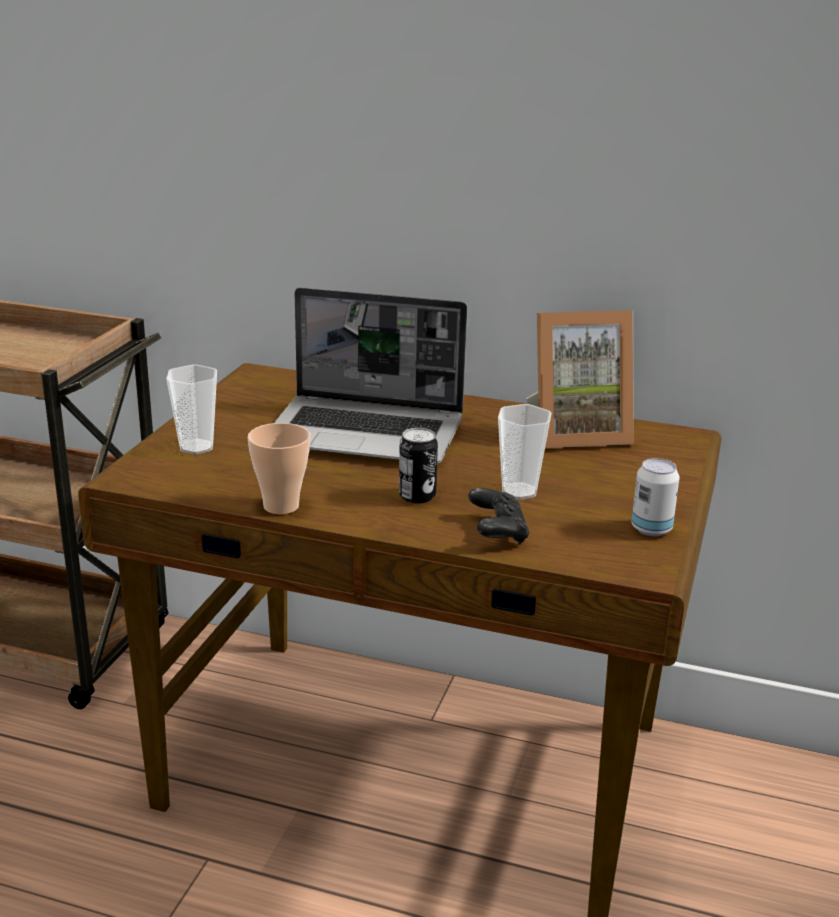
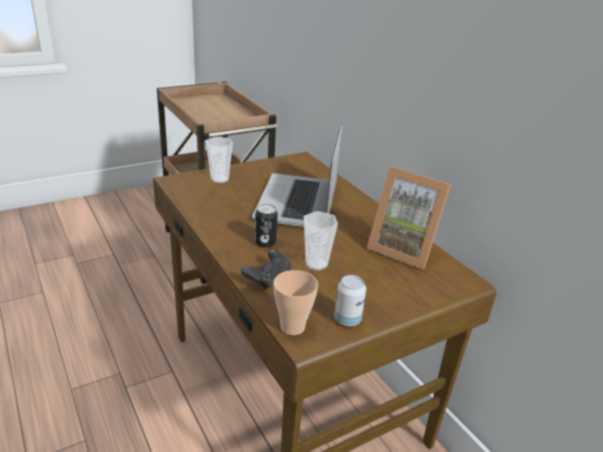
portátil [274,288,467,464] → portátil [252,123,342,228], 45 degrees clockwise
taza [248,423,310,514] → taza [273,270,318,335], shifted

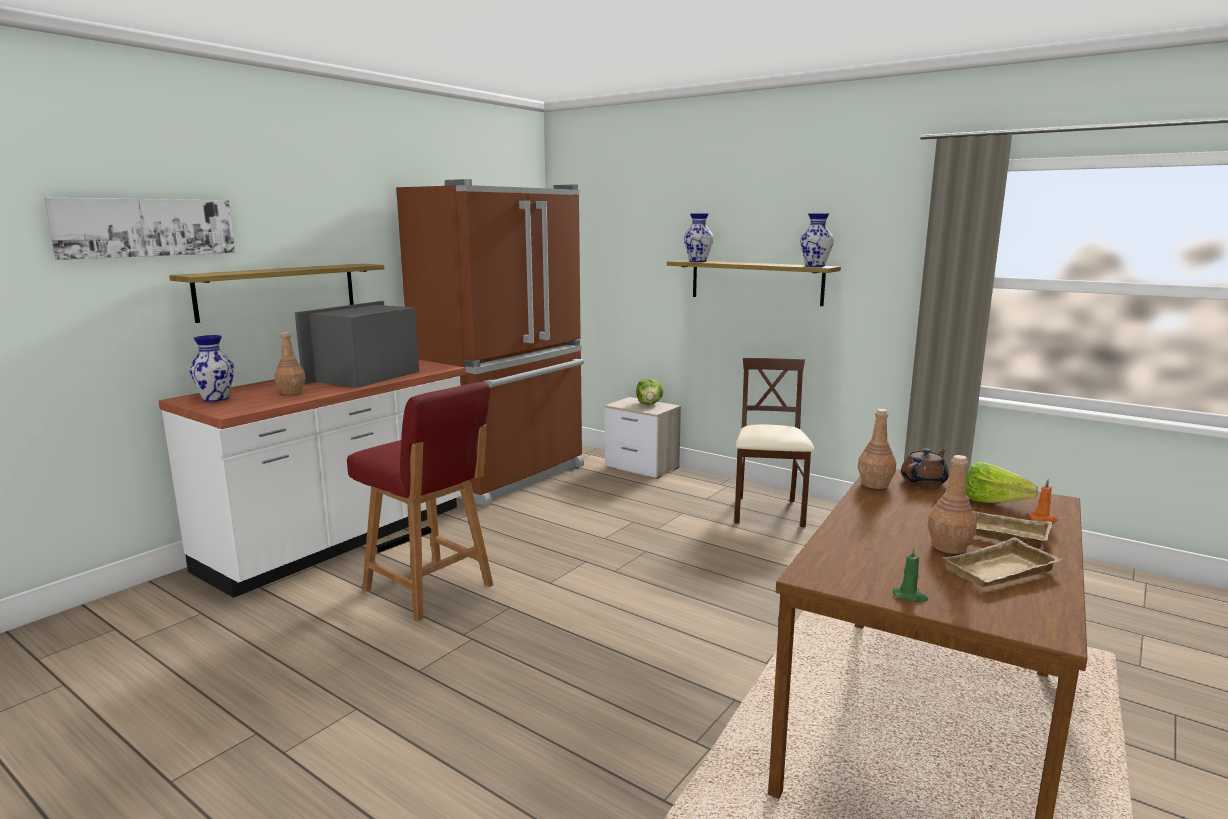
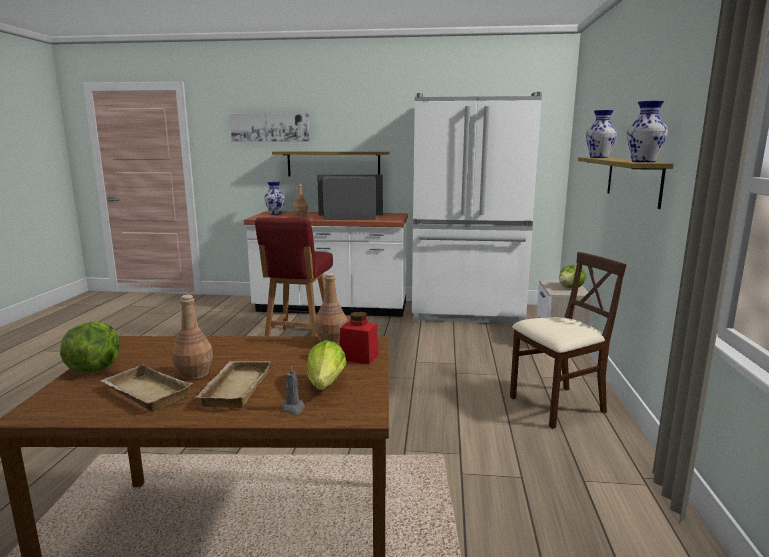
vela (verde) [893,546,928,602] → lechuga [60,322,119,372]
vela (naranja) [1028,479,1058,522] → vela (gris) [280,366,305,415]
tetera (marrón) [901,448,949,487] → tarro (rojo) [339,312,379,365]
nevera (marrón) [396,179,584,507] → nevera (blanco) [412,92,542,324]

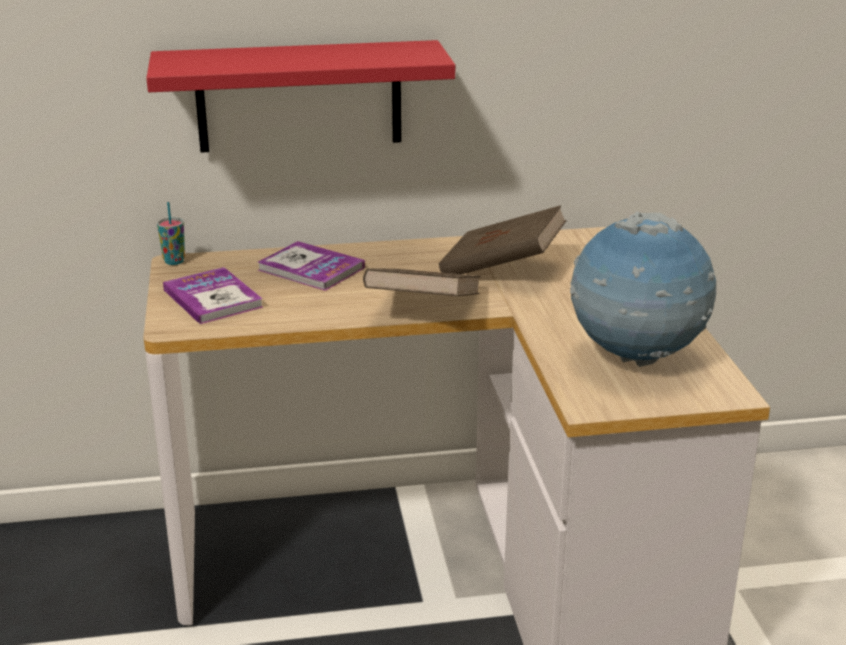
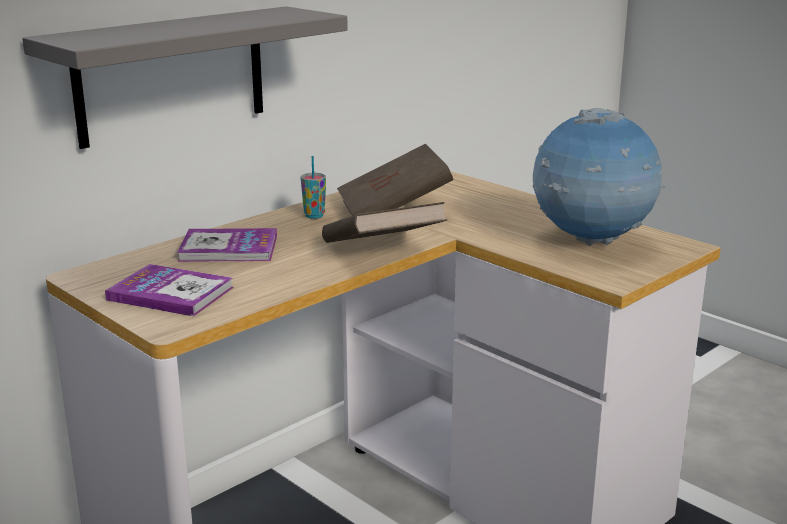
estante (rojo) [146,40,455,153] → estante (gris) [22,6,348,149]
taza [157,202,185,265] → taza [300,156,326,219], shifted

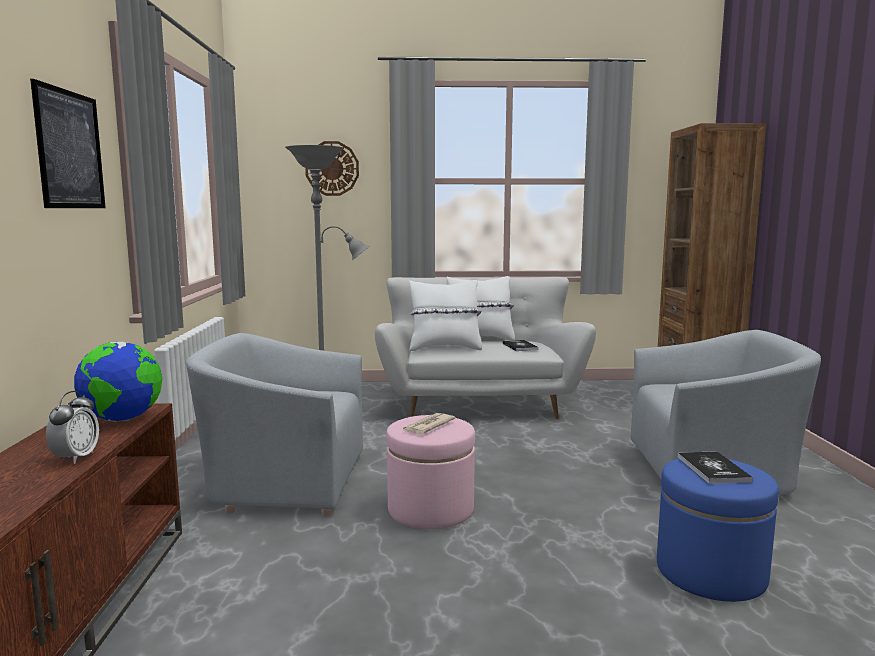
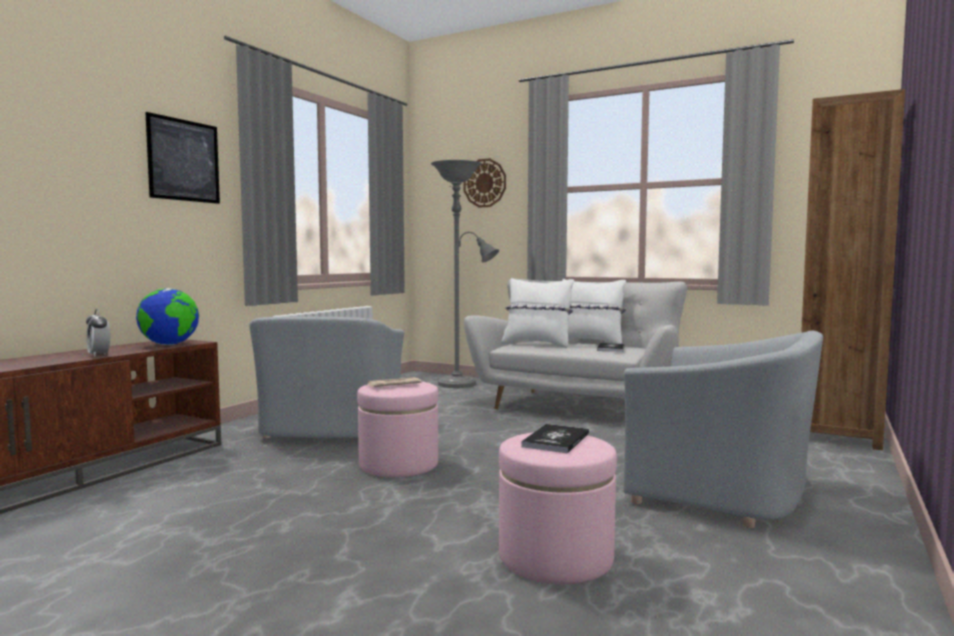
despertador [46,391,99,464] → despertador [86,309,110,357], 105 degrees clockwise
sillón (gris) [186,333,363,516] → sillón (gris) [249,317,404,438], 120 degrees counterclockwise
puf (azul) [657,458,779,602] → puf (rosa) [499,432,617,585]

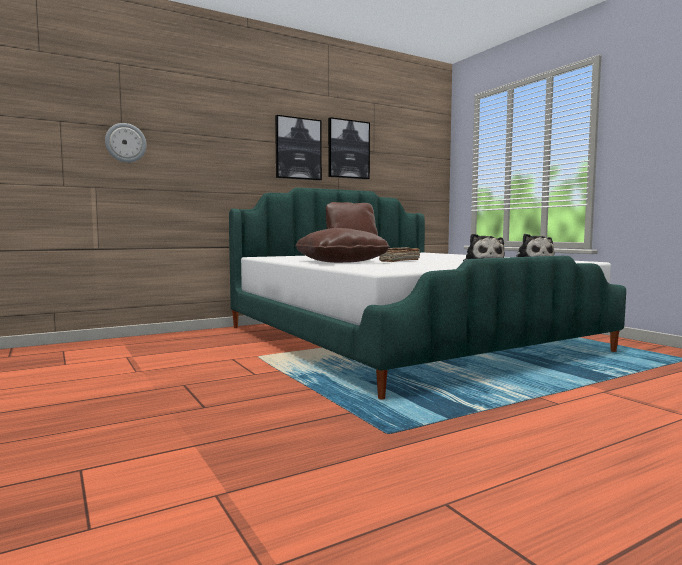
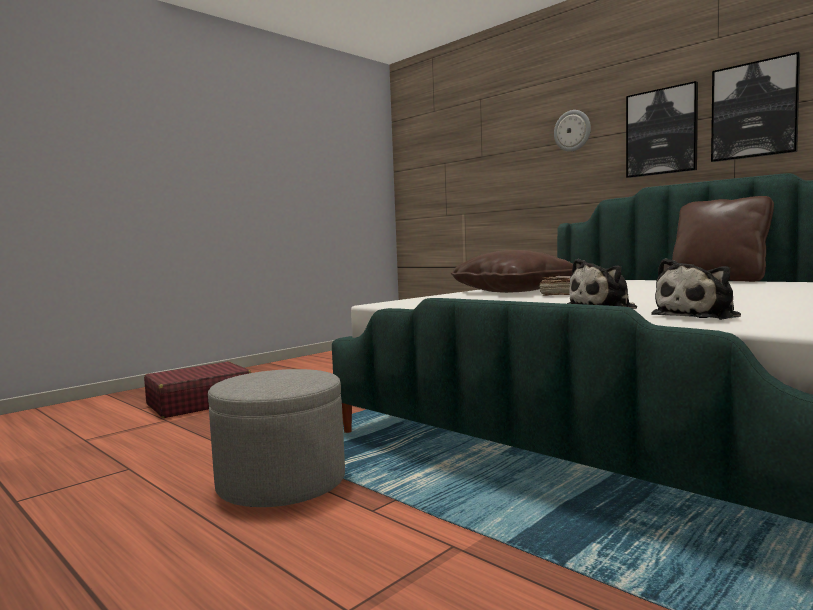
- → maleta (rojo) [144,361,251,418]
- → puf (gris) [208,369,345,507]
reloj de pared [105,123,147,163] → reloj de pared [554,110,591,152], shifted

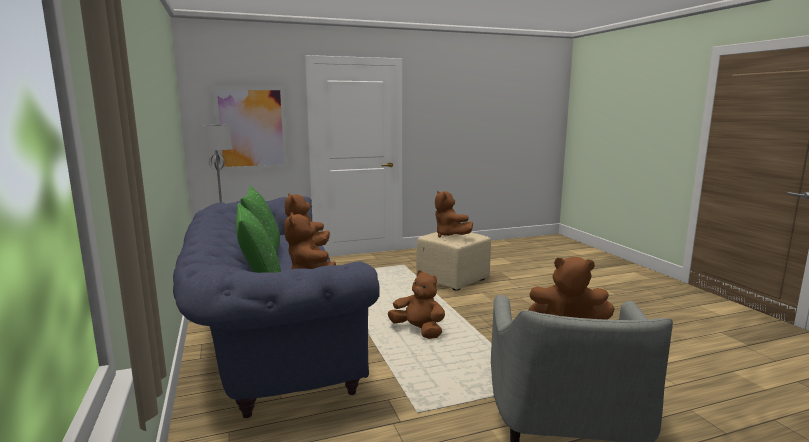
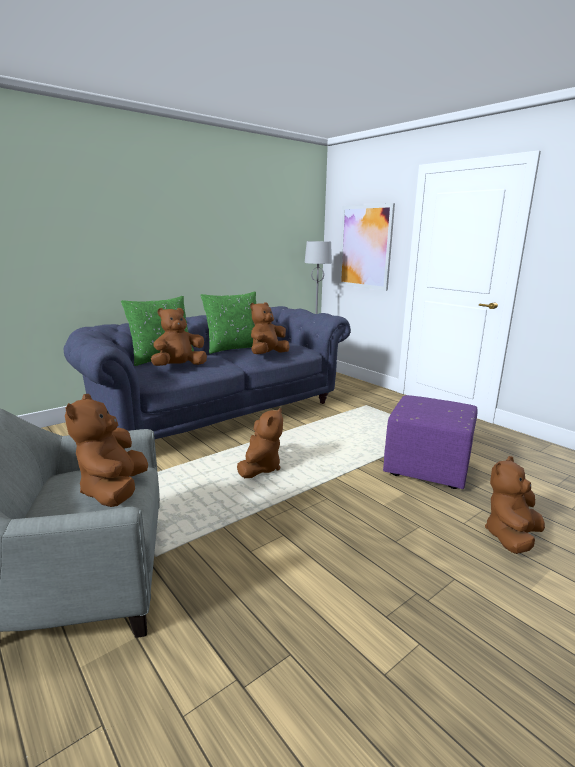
puf (beis) [416,232,491,291] → puf (morado) [383,395,477,489]
peluche (marrón) [435,191,473,237] → peluche (marrón) [485,456,545,554], shifted

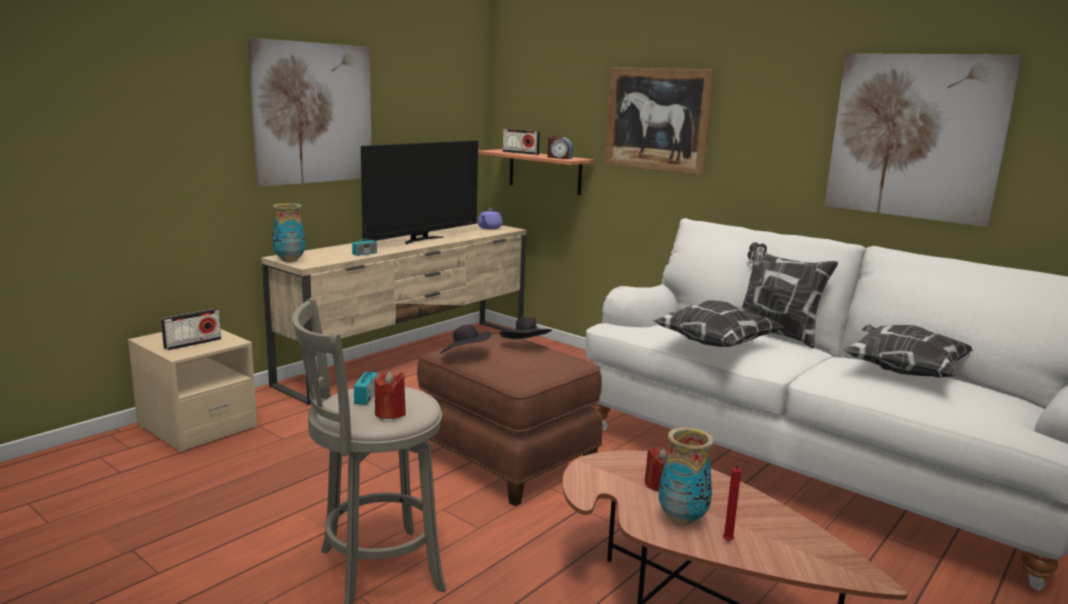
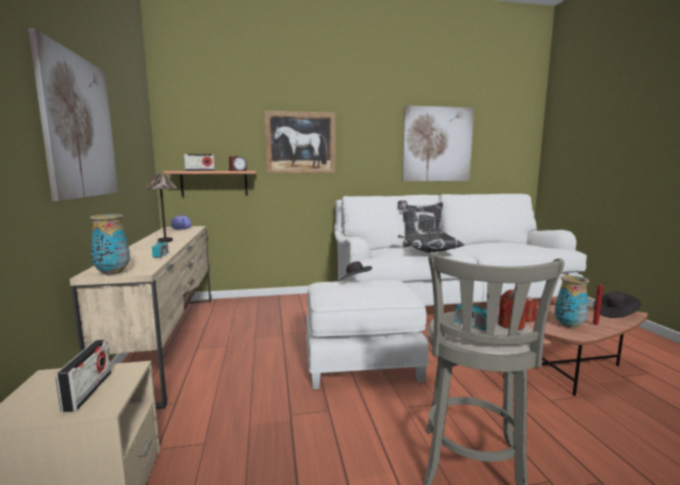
televisor [361,140,478,244] → lámpara de mesa [144,174,177,242]
puf (marrón) [417,334,603,506] → puf (blanco) [306,280,429,389]
sombrero (negro) [440,324,491,354] → sombrero (negro) [593,291,641,318], shifted
cojín [843,324,973,377] → -

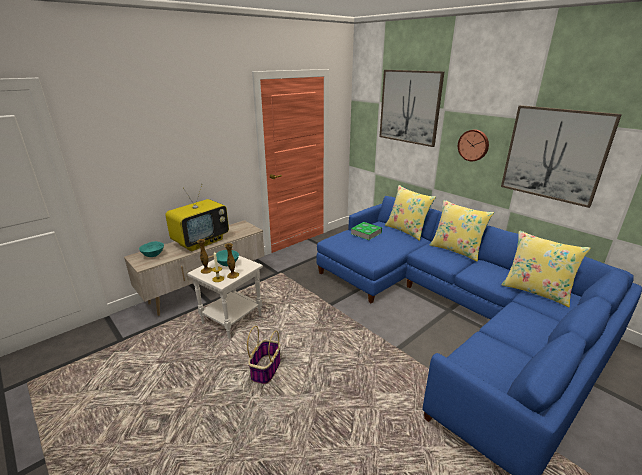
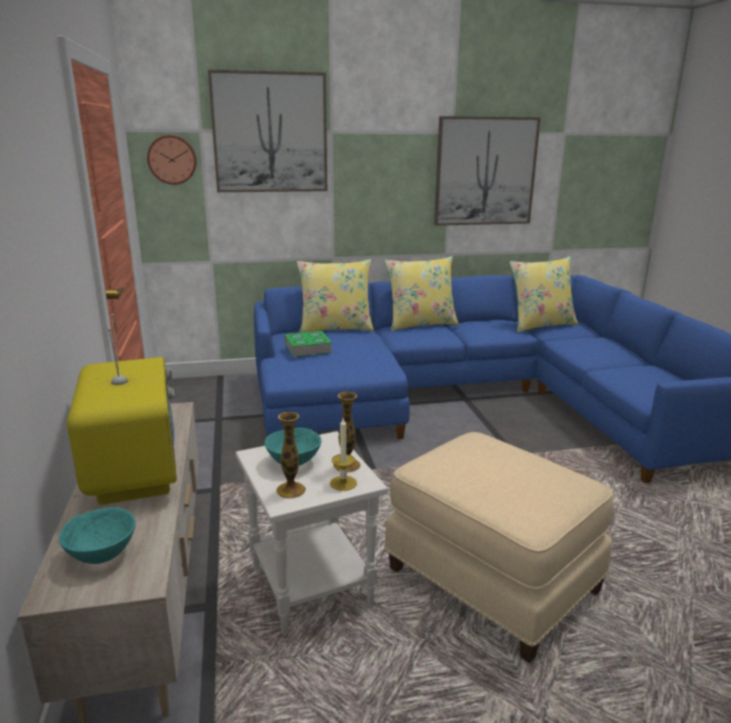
reloj de pared [458,130,489,161] → reloj de pared [147,135,197,185], shifted
cesta [247,326,281,384] → puf (beis) [384,432,614,663]

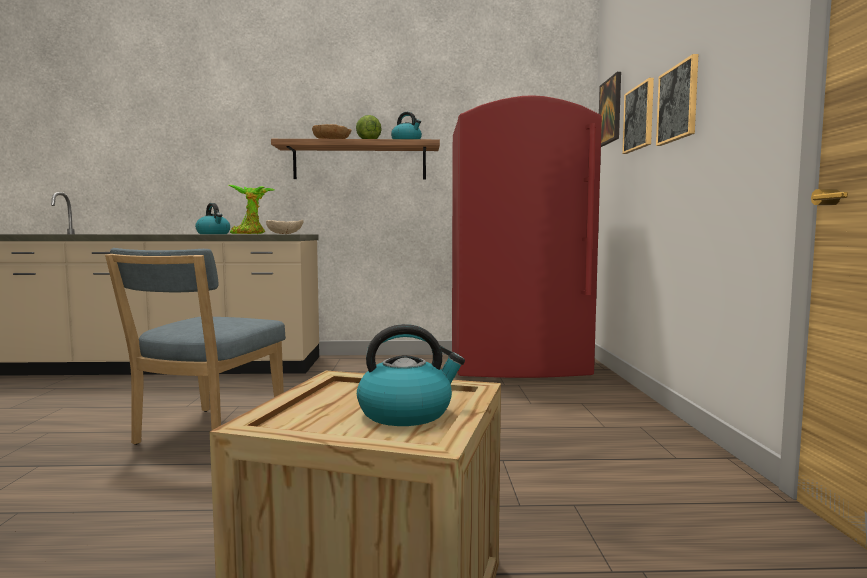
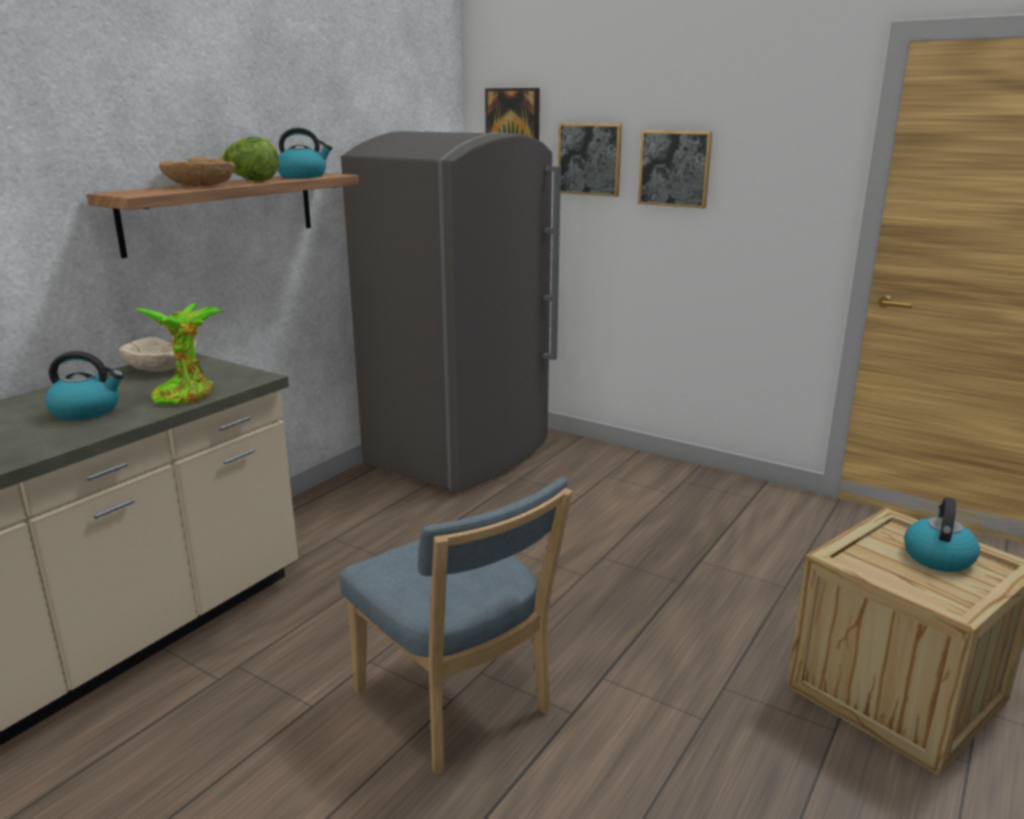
nevera (rojo) [452,95,602,378] → nevera (gris) [341,131,561,493]

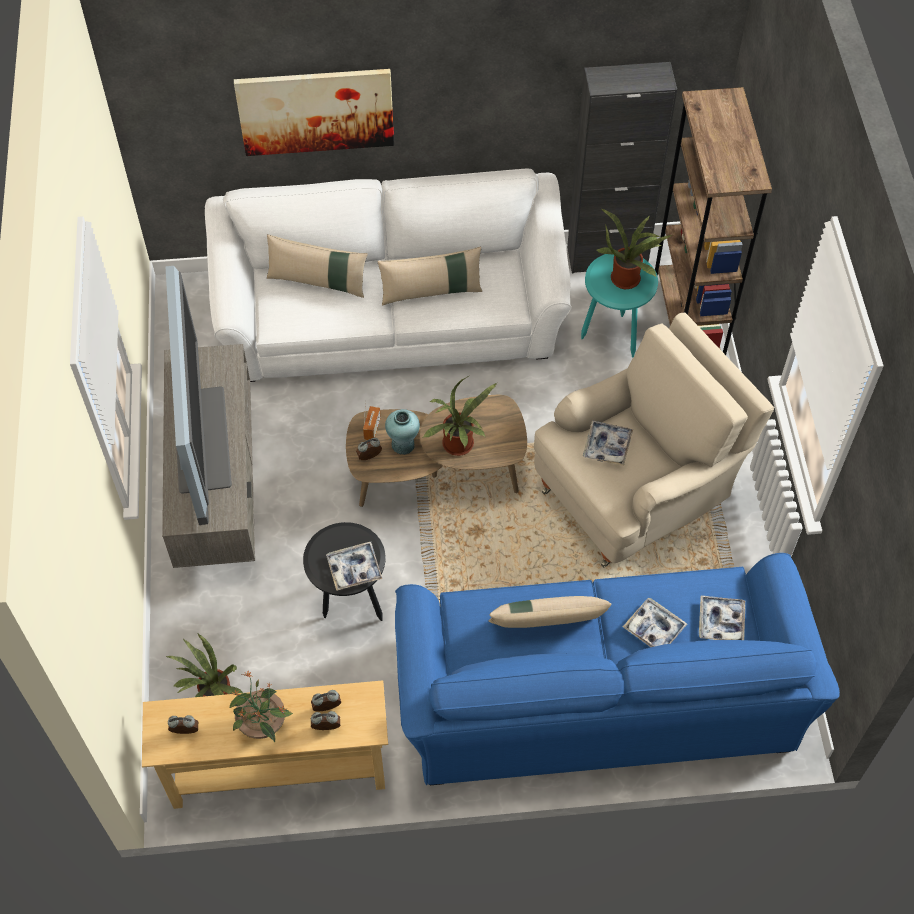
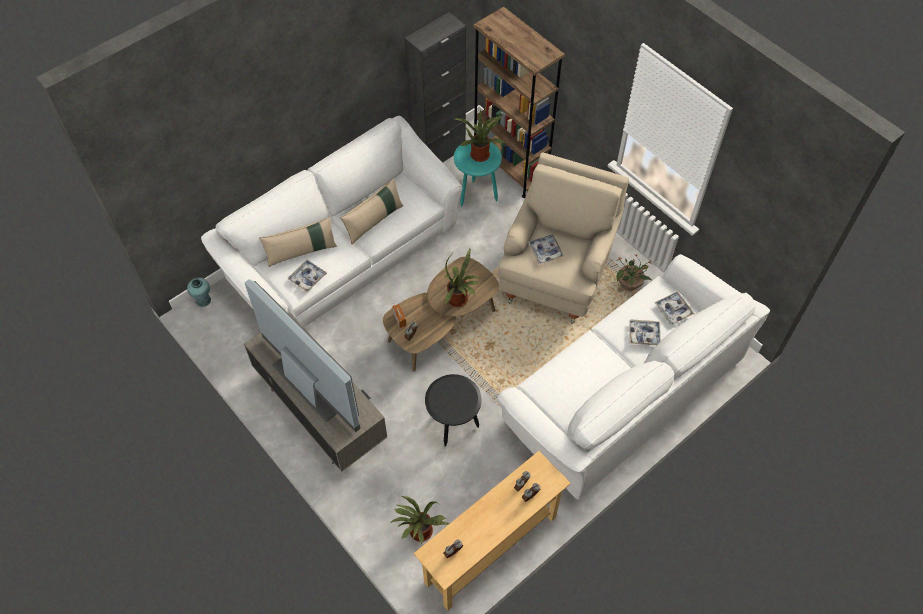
florero (turquesa) [385,409,420,455] → florero (turquesa) [187,278,211,307], shifted
bandeja [326,542,382,591] → bandeja [288,259,327,292], shifted
sofá (azul) [395,553,840,785] → sofá (blanco) [496,254,770,500]
planta en maceta [229,670,293,742] → planta en maceta [616,254,652,291], shifted
cuadro [234,69,394,156] → -
cojín (beis) [488,596,612,628] → -

